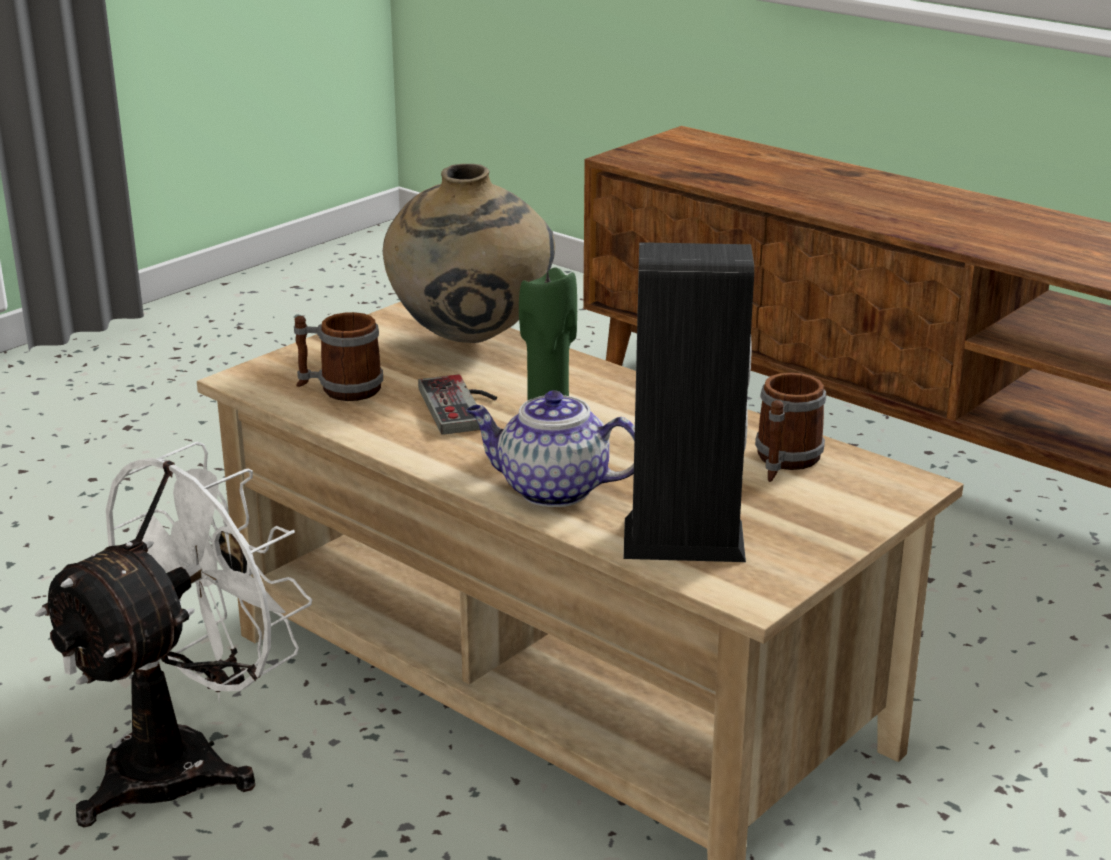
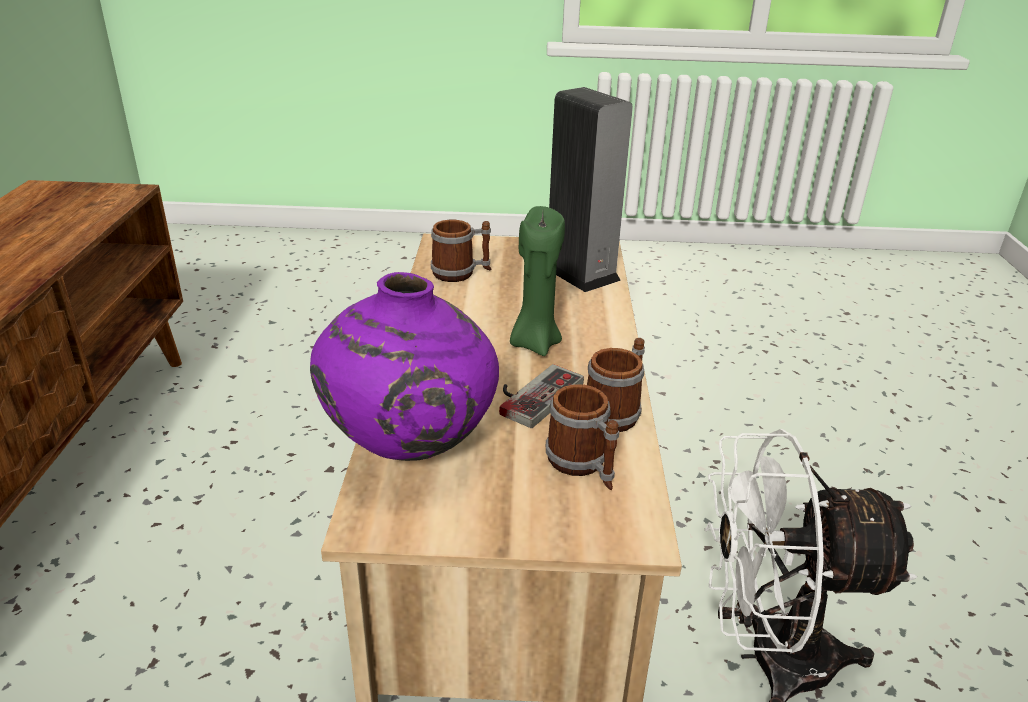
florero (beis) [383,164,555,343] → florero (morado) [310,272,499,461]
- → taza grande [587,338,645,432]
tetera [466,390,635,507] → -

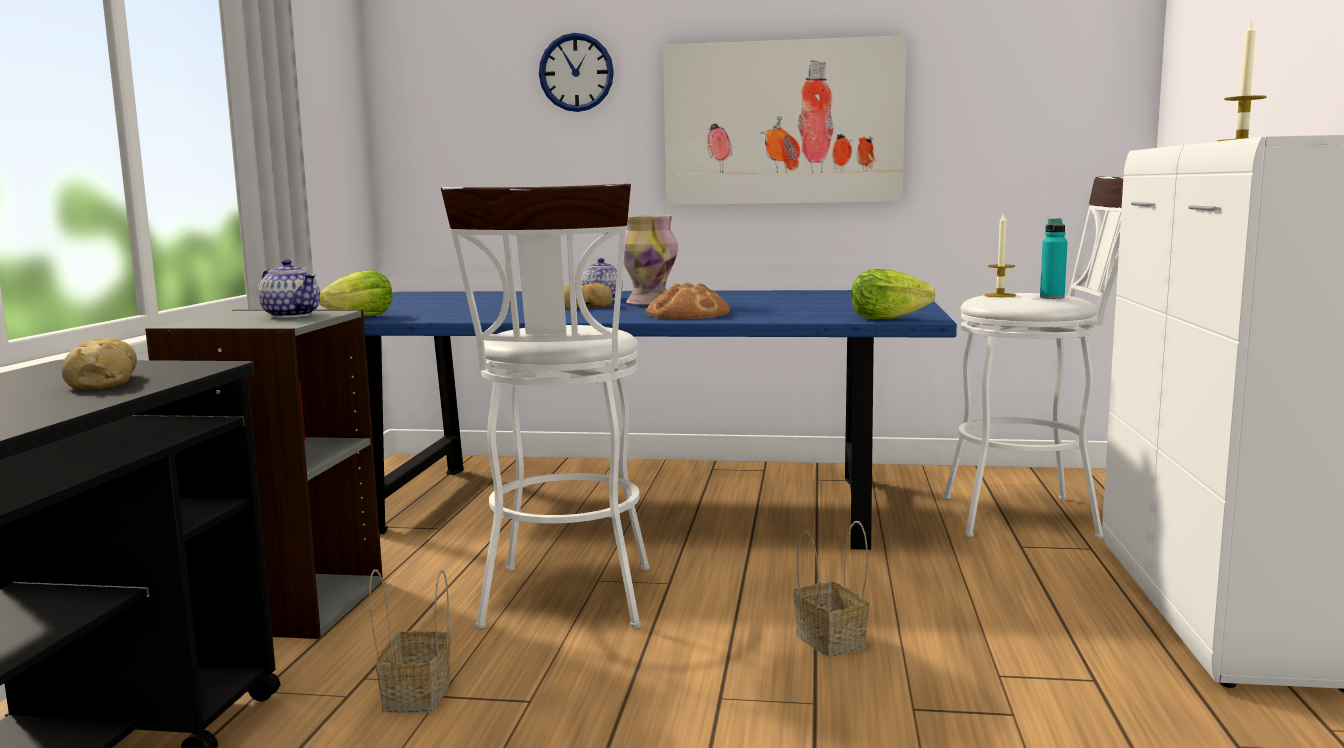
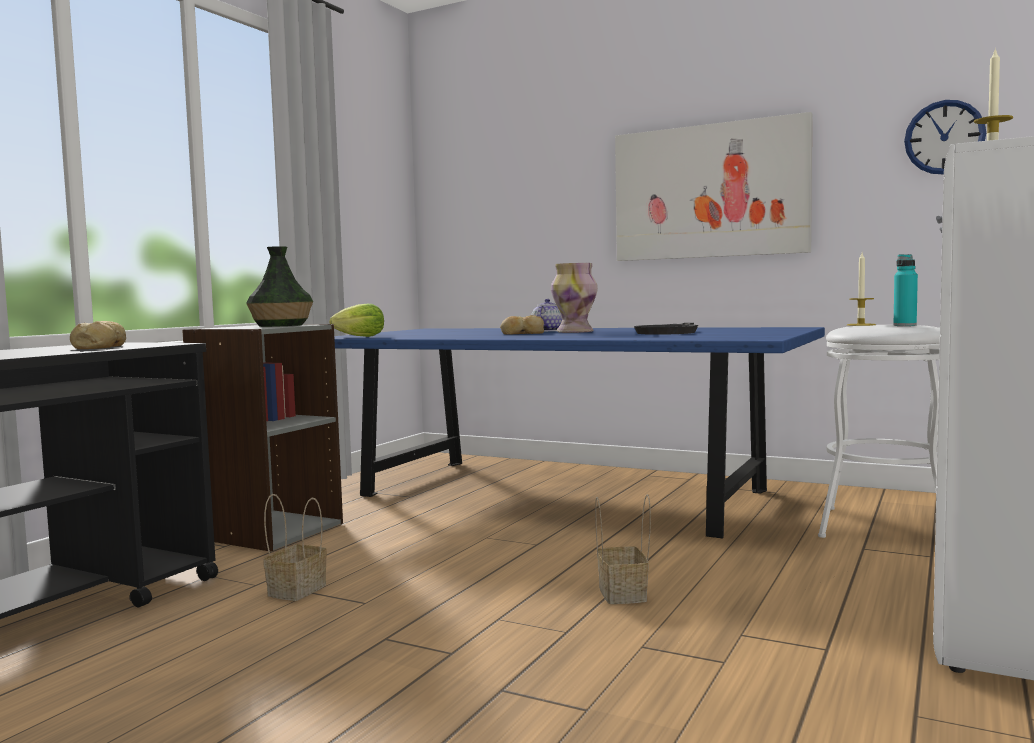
tetera [259,259,320,318] → florero [246,246,313,327]
- → sartén (negro) [634,323,698,335]
reloj de pared [539,33,614,112] → reloj de pared [904,100,986,175], shifted
taburete (blanco) [441,184,650,628] → -
pan [646,283,730,319] → -
lechuga [851,269,936,319] → -

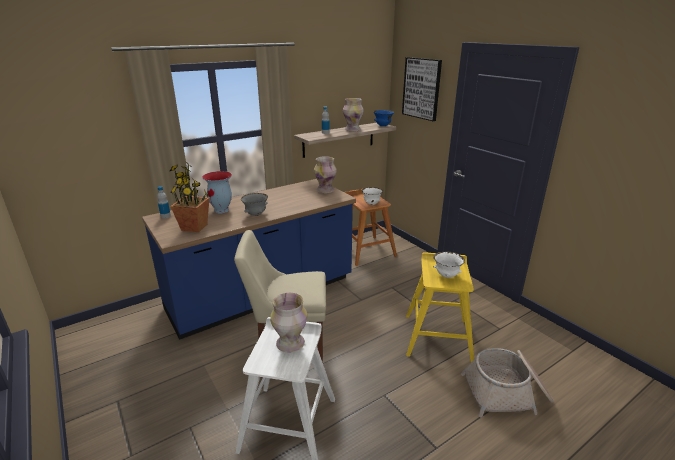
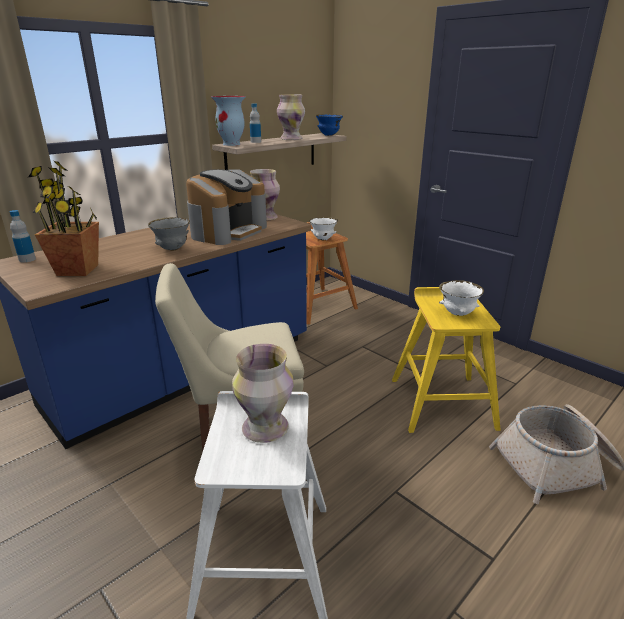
- → cafetera [186,169,267,245]
florero [202,171,232,213] → florero [211,96,246,146], shifted
cuadro [402,57,442,121] → -

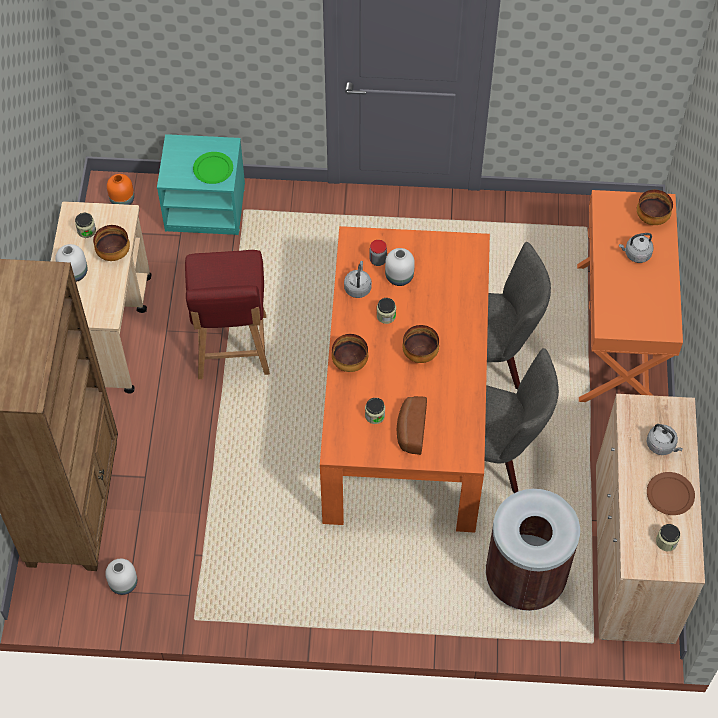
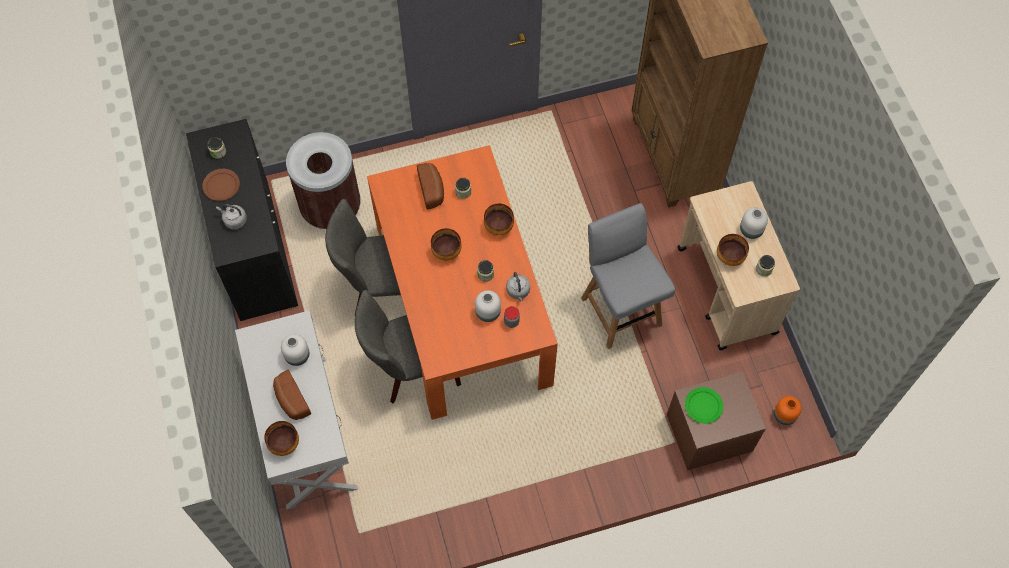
armario (beis) [596,394,705,644] → armario (negro) [186,119,298,321]
mesa consola (naranja) [577,190,683,402] → mesa consola (blanco) [235,310,358,510]
hervidor (gris) [619,233,654,263] → pan [273,370,311,420]
florero (blanco) [105,559,137,595] → florero (blanco) [281,334,309,366], shifted
silla (rojo) [185,250,270,379] → silla (gris) [581,203,675,349]
mesita de noche (turquesa) [157,134,245,235] → mesita de noche (marrón) [667,371,766,470]

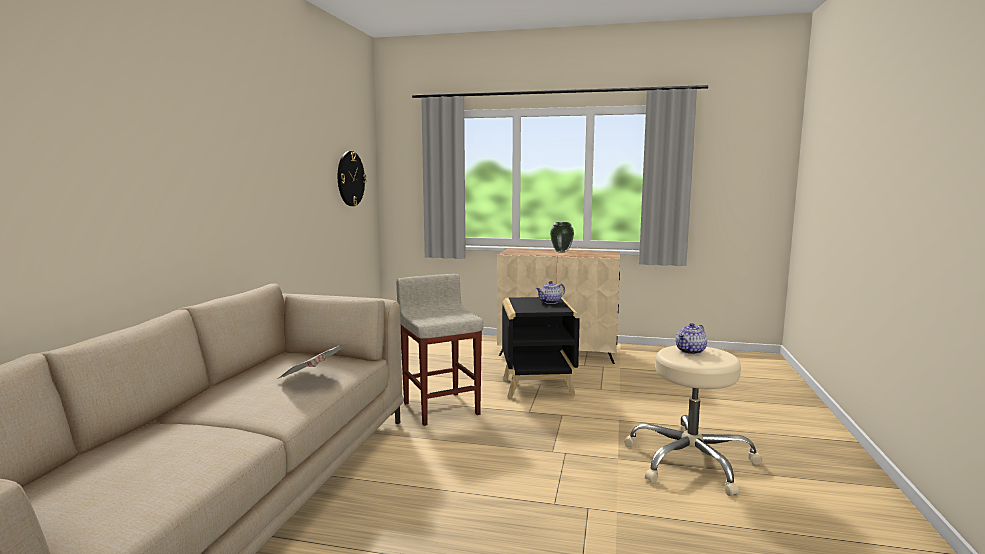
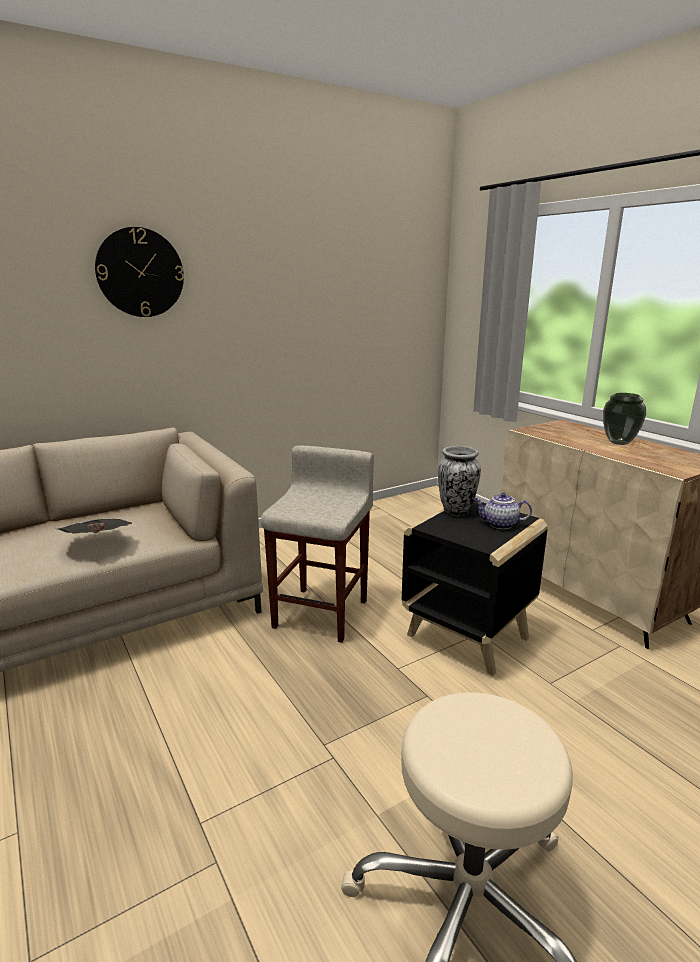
reloj de pared [338,151,366,206] → reloj de pared [95,227,184,317], shifted
- → florero [438,446,481,516]
tetera [676,323,707,354] → -

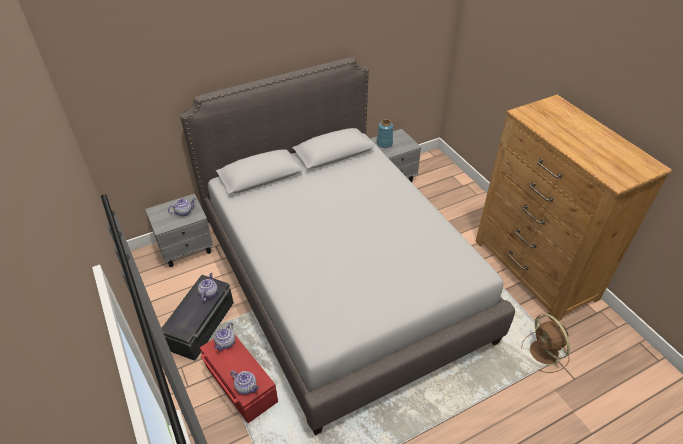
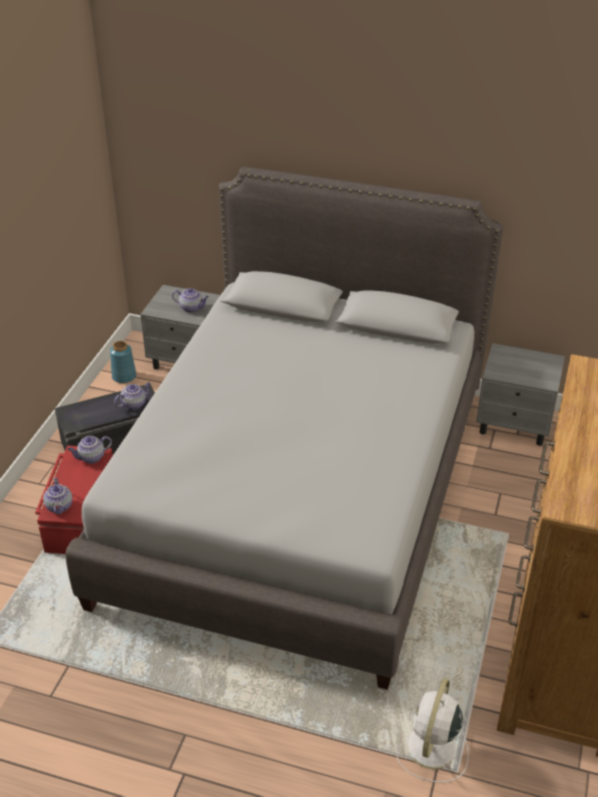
florero (azul) [377,119,393,148] → florero (azul) [110,341,136,383], shifted
ventilador (marrón) [522,314,570,373] → ventilador (blanco) [396,678,469,783]

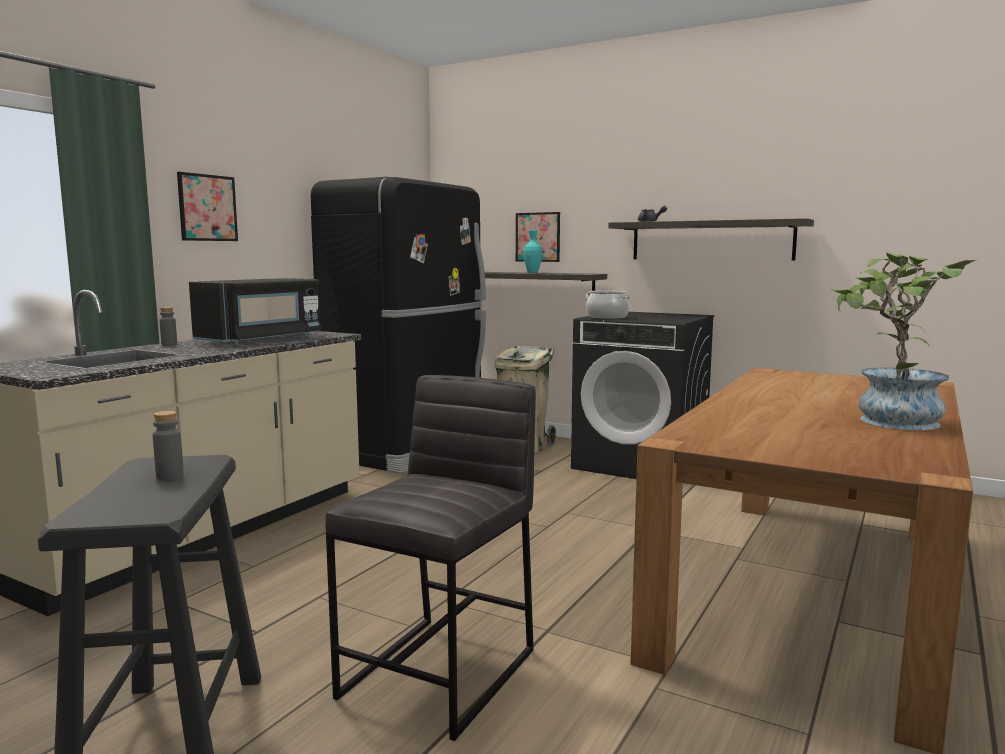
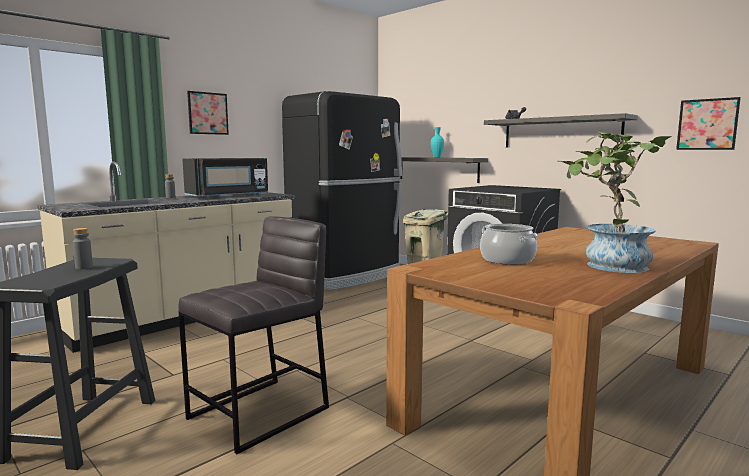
olla [586,290,630,319] → olla [480,224,538,265], shifted
cuadro [516,212,560,262] → cuadro [676,97,741,150], shifted

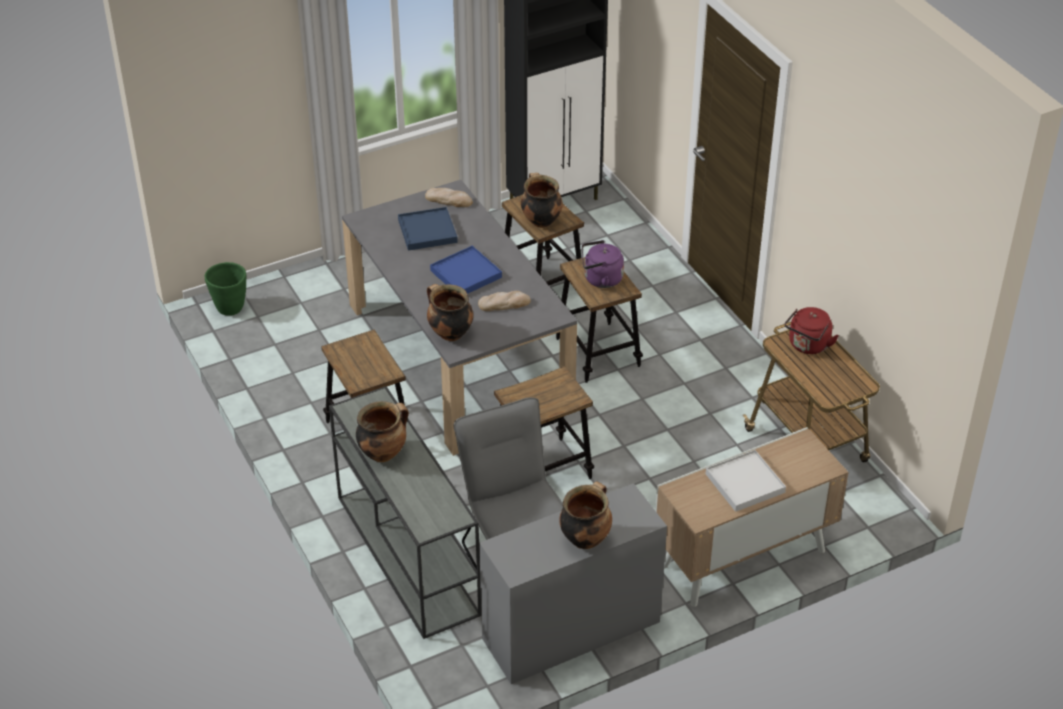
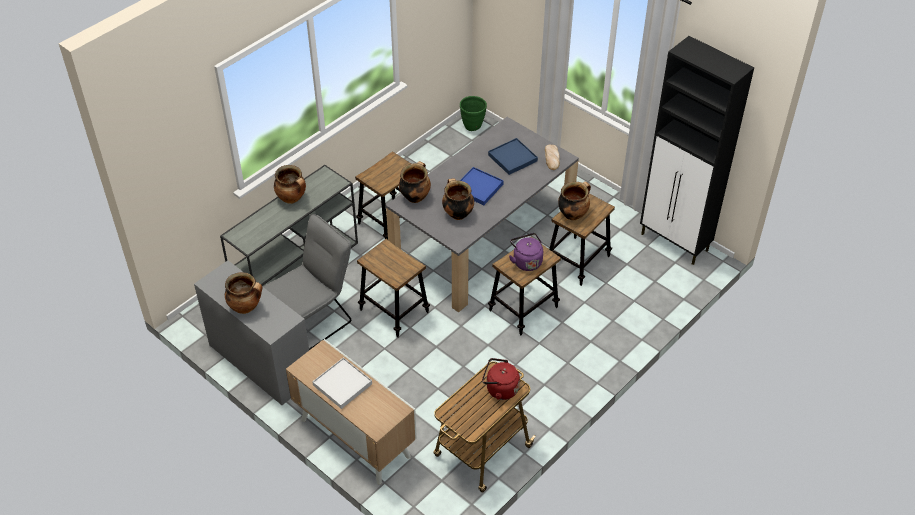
pan [478,291,531,311] → olla [442,178,474,220]

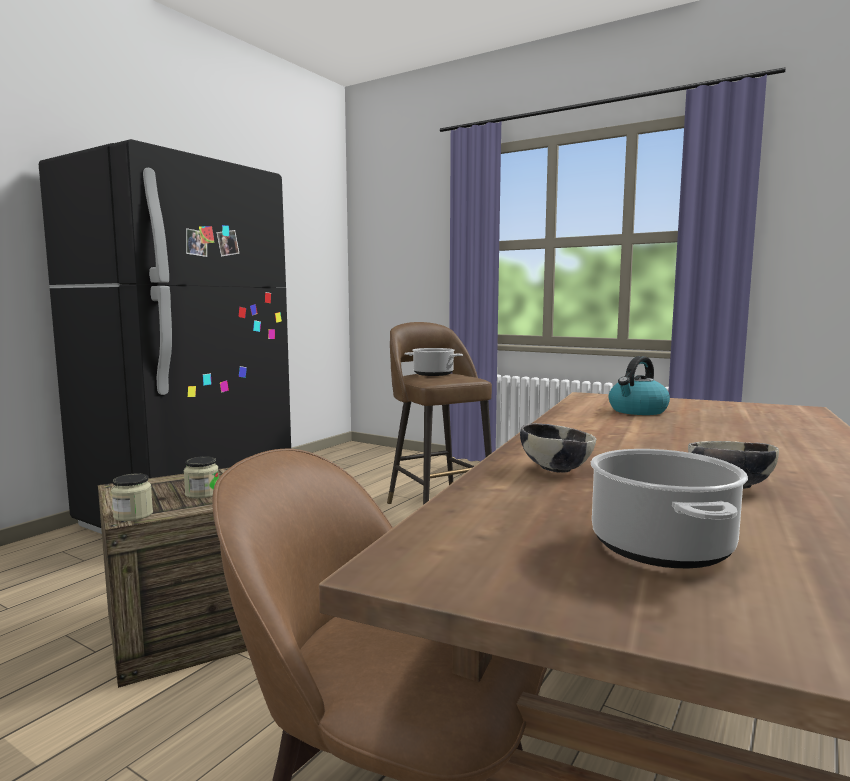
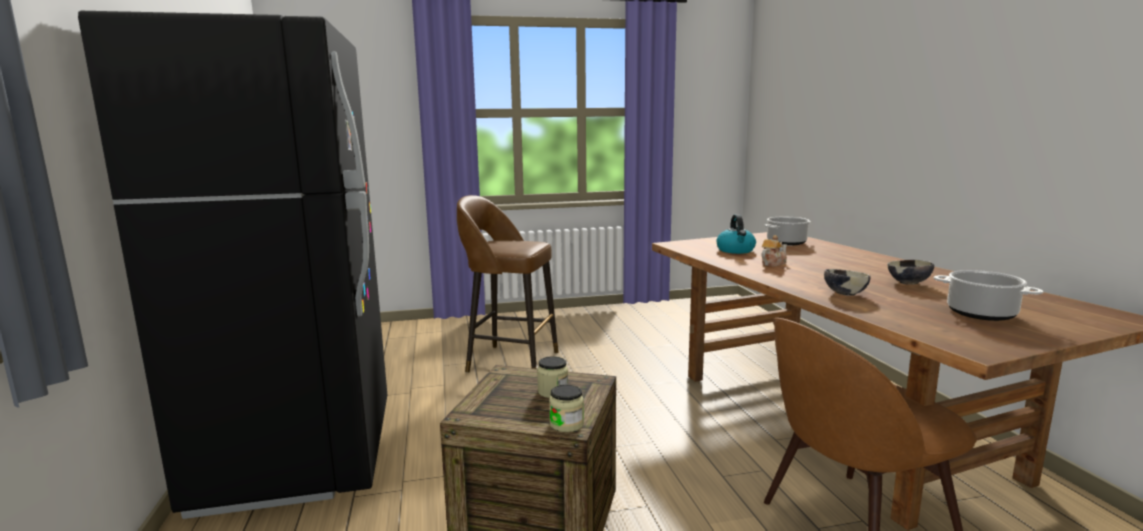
- → tetera [762,235,787,266]
olla [404,348,463,376] → olla [764,217,811,245], shifted

